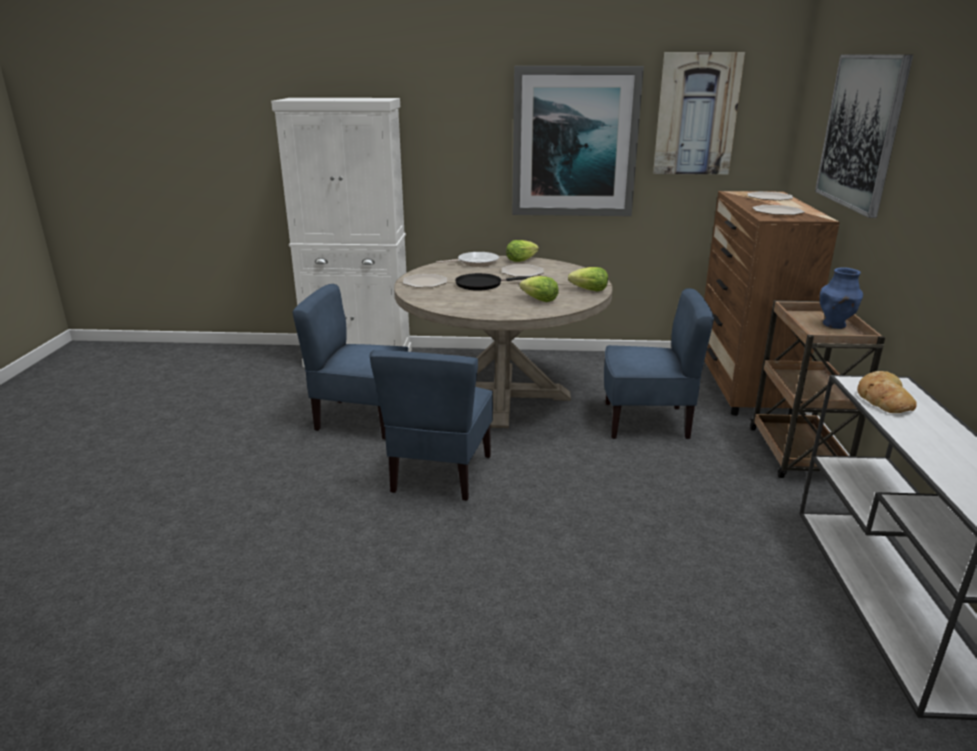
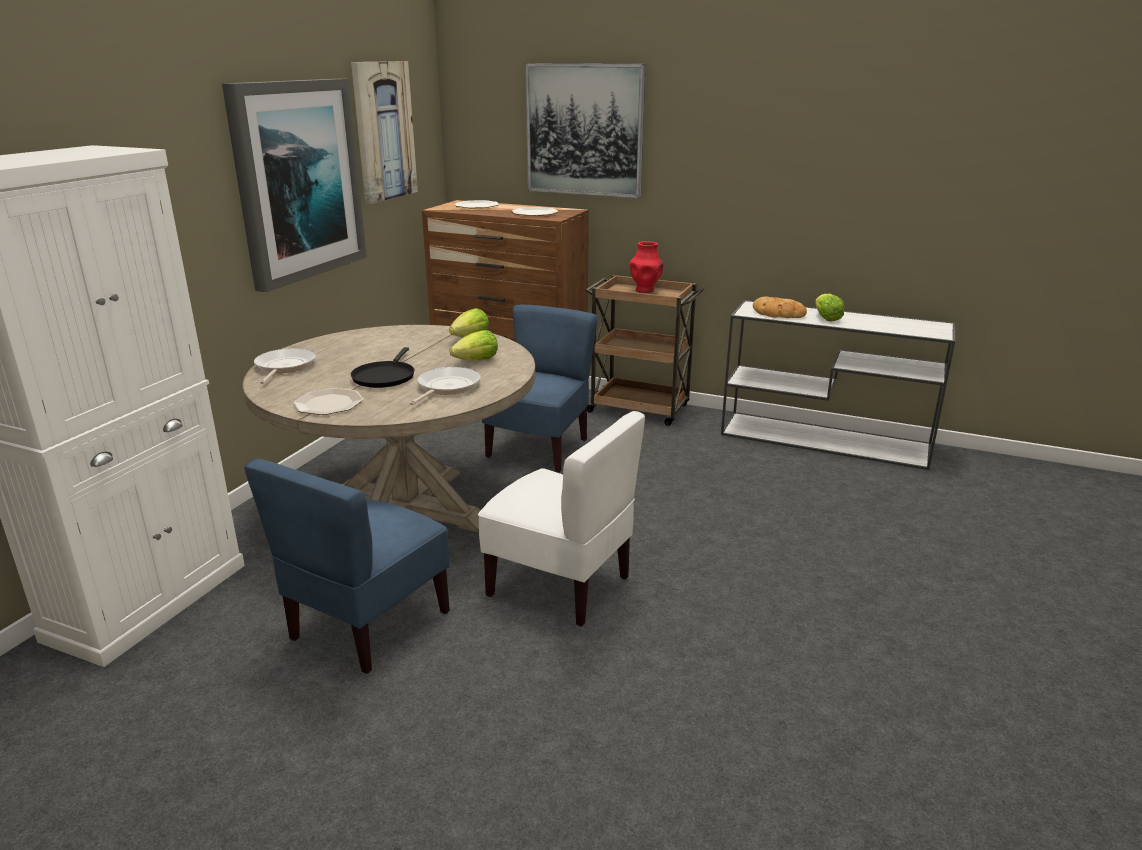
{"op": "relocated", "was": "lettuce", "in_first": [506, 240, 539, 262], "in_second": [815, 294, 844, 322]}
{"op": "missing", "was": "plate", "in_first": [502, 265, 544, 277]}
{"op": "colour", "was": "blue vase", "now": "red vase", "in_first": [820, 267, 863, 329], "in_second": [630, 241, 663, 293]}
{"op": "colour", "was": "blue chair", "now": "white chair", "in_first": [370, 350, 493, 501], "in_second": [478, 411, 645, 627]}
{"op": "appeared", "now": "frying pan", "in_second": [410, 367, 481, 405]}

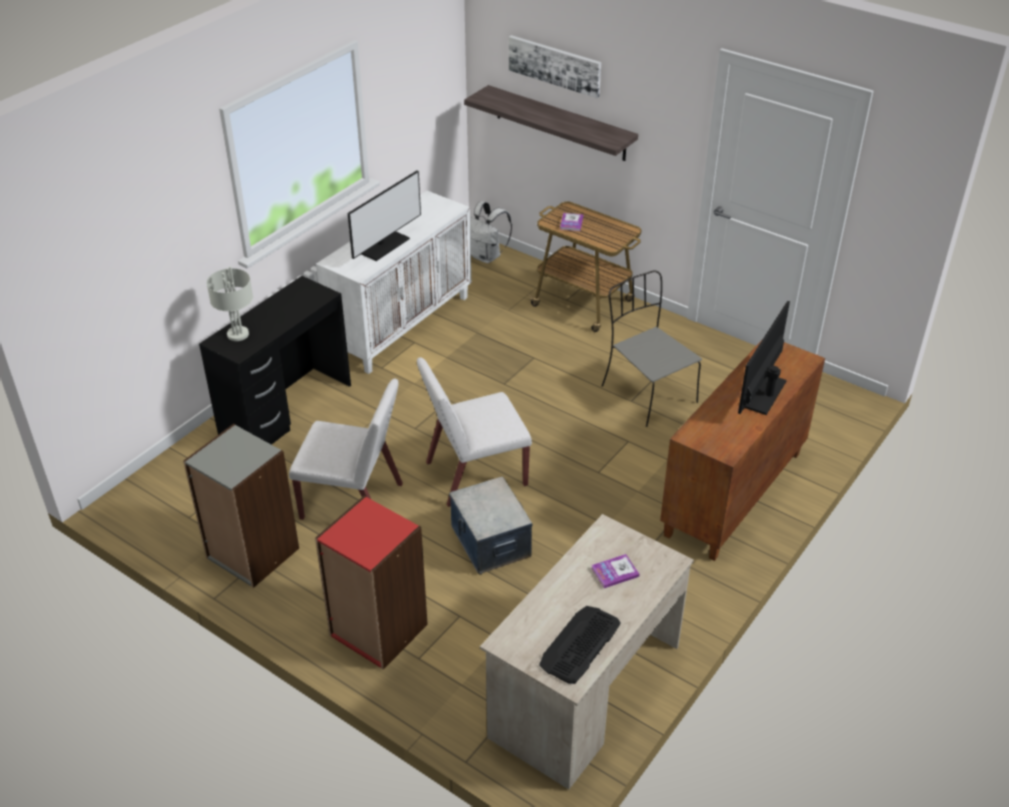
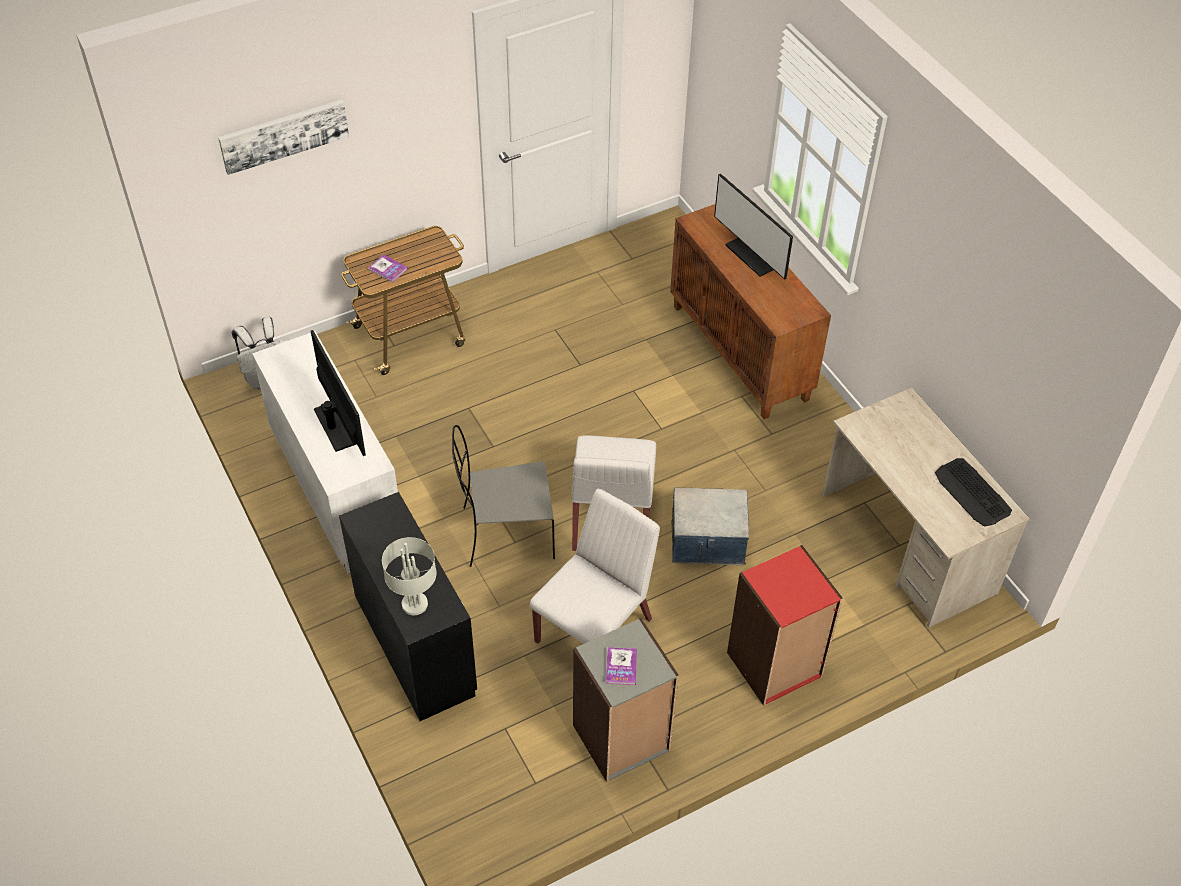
{"op": "missing", "was": "shelf", "in_first": [464, 85, 638, 161]}
{"op": "relocated", "was": "grey chair", "in_first": [602, 270, 702, 427], "in_second": [452, 425, 555, 567]}
{"op": "relocated", "was": "book", "in_first": [591, 554, 640, 588], "in_second": [606, 647, 637, 685]}

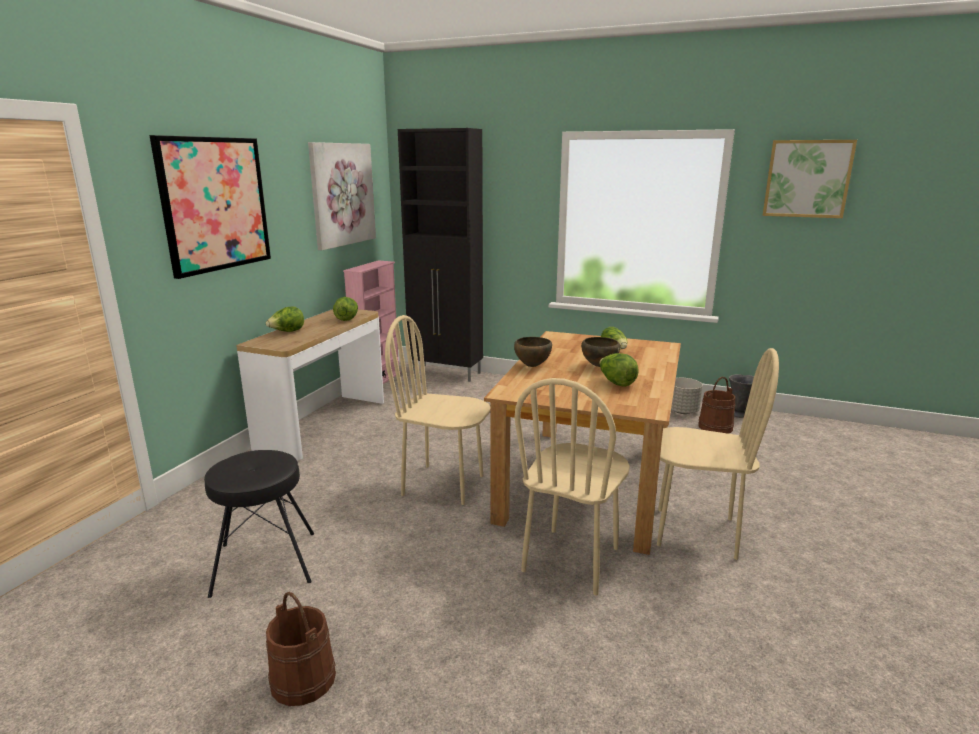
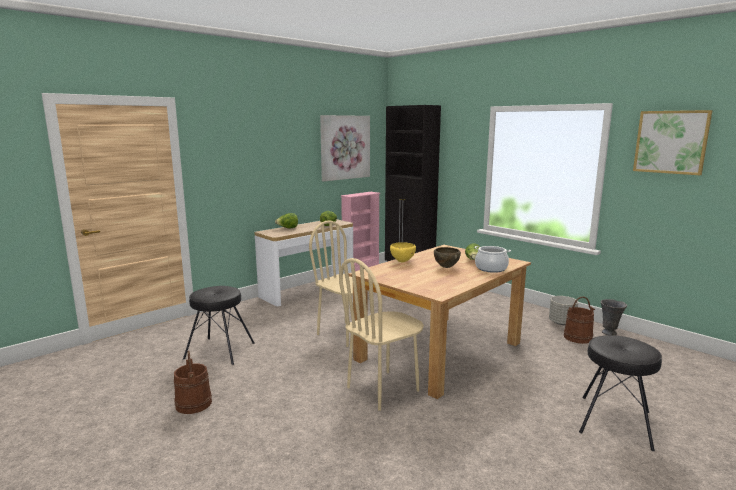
{"op": "missing", "was": "picture", "in_first": [149, 135, 271, 279]}
{"op": "colour", "was": "brown bowl", "now": "yellow bowl", "in_first": [514, 337, 552, 367], "in_second": [390, 242, 416, 262]}
{"op": "missing", "was": "beige chair", "in_first": [657, 348, 779, 560]}
{"op": "missing", "was": "lettuce", "in_first": [599, 353, 639, 387]}
{"op": "appeared", "now": "cooking pot", "in_second": [474, 246, 511, 273]}
{"op": "appeared", "now": "black stool", "in_second": [579, 335, 662, 451]}

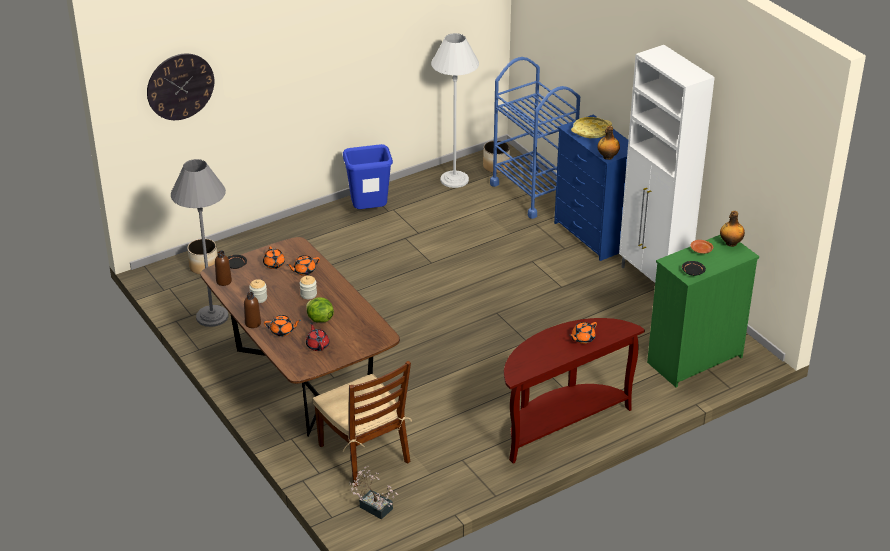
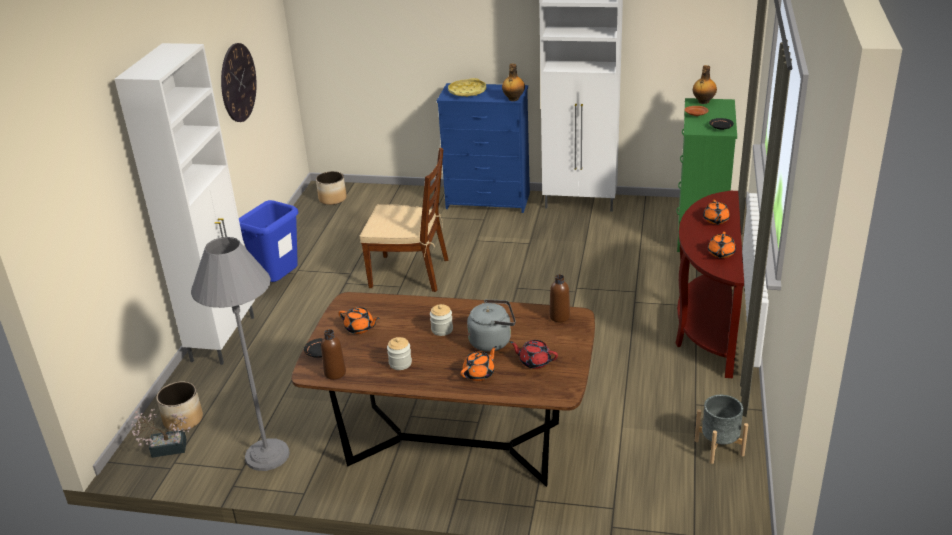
{"op": "missing", "was": "white floor lamp", "in_first": [431, 33, 479, 188]}
{"op": "relocated", "was": "wall clock", "in_first": [147, 54, 214, 120], "in_second": [221, 43, 257, 122]}
{"op": "missing", "was": "blue cart", "in_first": [490, 57, 580, 219]}
{"op": "relocated", "was": "orange teapot", "in_first": [287, 255, 320, 276], "in_second": [708, 232, 736, 258]}
{"op": "relocated", "was": "brown bottle", "in_first": [244, 292, 261, 328], "in_second": [549, 275, 570, 322]}
{"op": "exchanged", "was": "lettuce", "now": "grey kettle", "in_first": [306, 297, 334, 322], "in_second": [467, 299, 516, 352]}
{"op": "relocated", "was": "brown chair", "in_first": [313, 361, 412, 487], "in_second": [360, 148, 449, 292]}
{"op": "relocated", "was": "potted plant", "in_first": [349, 466, 399, 520], "in_second": [131, 408, 191, 458]}
{"op": "appeared", "now": "white cabinet", "in_second": [114, 43, 255, 365]}
{"op": "appeared", "now": "grey planter", "in_second": [695, 395, 748, 464]}

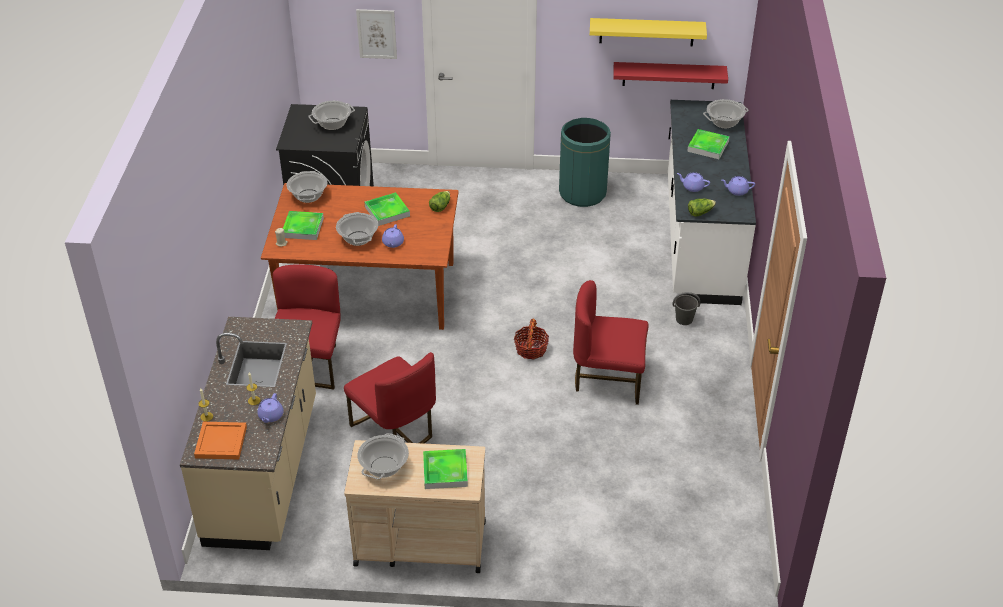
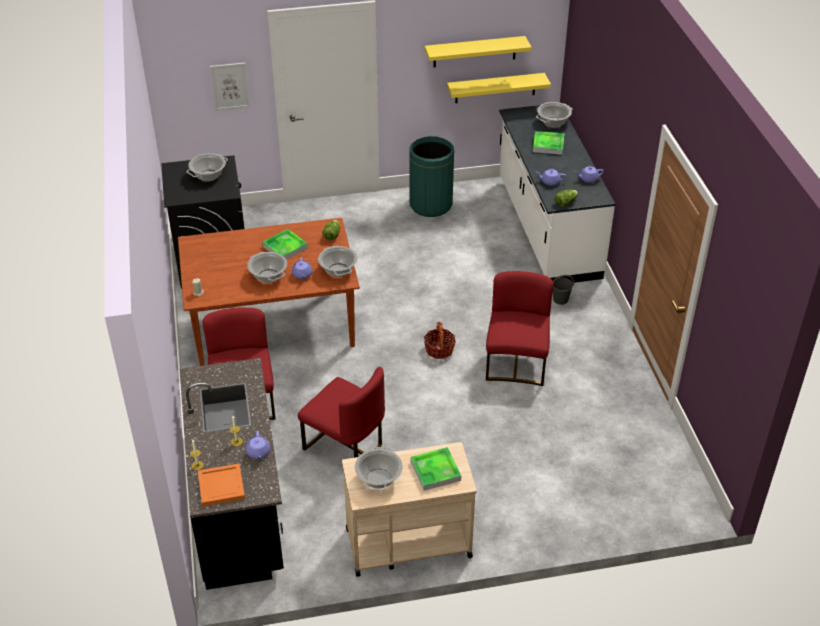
{"op": "colour", "was": "red shelf", "now": "yellow shelf", "in_first": [614, 62, 728, 89], "in_second": [447, 73, 551, 103]}
{"op": "relocated", "was": "cooking pot", "in_first": [286, 171, 328, 203], "in_second": [318, 245, 358, 277]}
{"op": "missing", "was": "tray", "in_first": [283, 211, 324, 240]}
{"op": "spun", "was": "red chair", "in_first": [573, 280, 648, 405], "in_second": [486, 271, 554, 386], "clockwise": 105}
{"op": "colour", "was": "beige counter", "now": "black counter", "in_first": [180, 317, 316, 550], "in_second": [180, 358, 284, 590]}

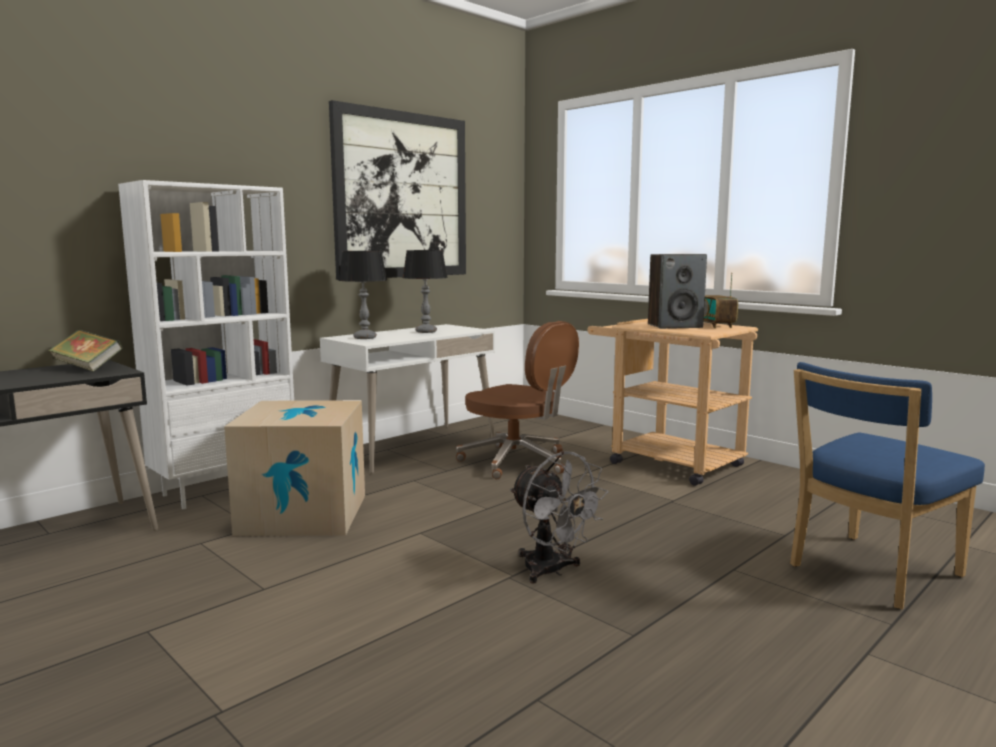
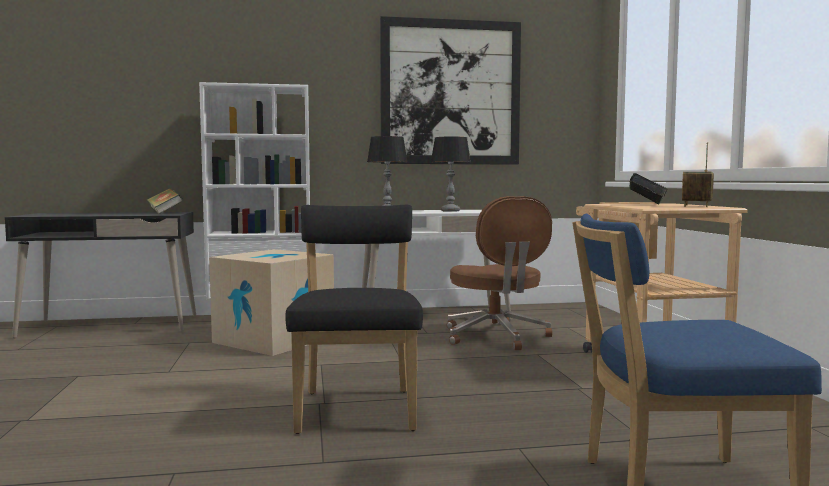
{"op": "exchanged", "was": "speaker", "now": "book", "in_first": [648, 254, 707, 329], "in_second": [629, 173, 667, 205]}
{"op": "exchanged", "was": "grey fan", "now": "black chair", "in_first": [510, 451, 608, 584], "in_second": [286, 205, 423, 434]}

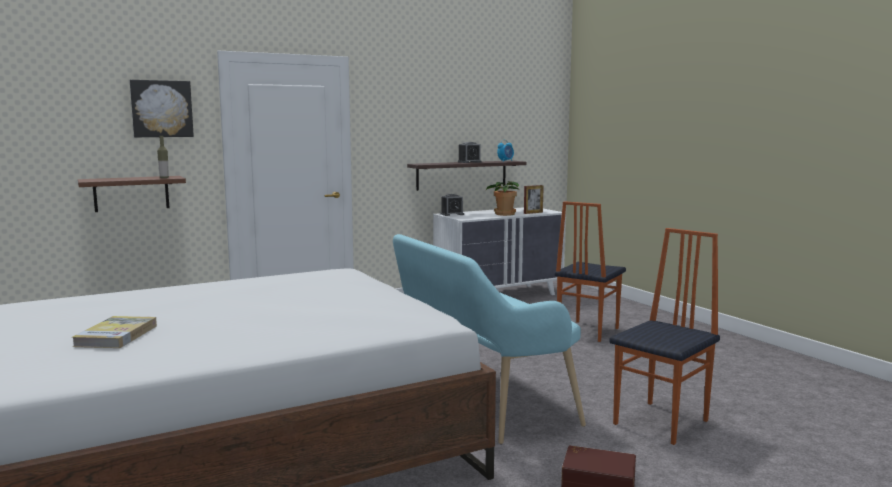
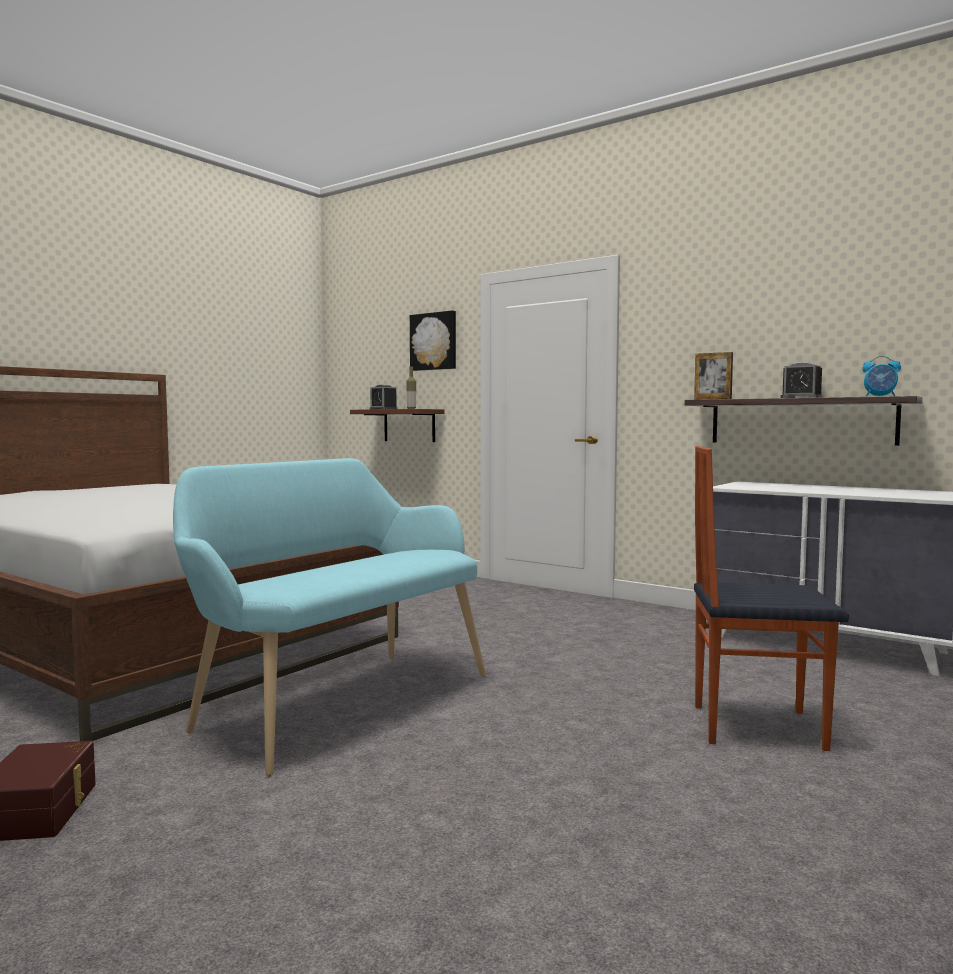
{"op": "missing", "was": "potted plant", "in_first": [486, 181, 519, 216]}
{"op": "relocated", "was": "picture frame", "in_first": [524, 185, 544, 214], "in_second": [694, 352, 733, 399]}
{"op": "relocated", "was": "alarm clock", "in_first": [441, 194, 464, 216], "in_second": [370, 385, 398, 409]}
{"op": "missing", "was": "chair", "in_first": [609, 228, 720, 445]}
{"op": "missing", "was": "book", "in_first": [72, 316, 157, 348]}

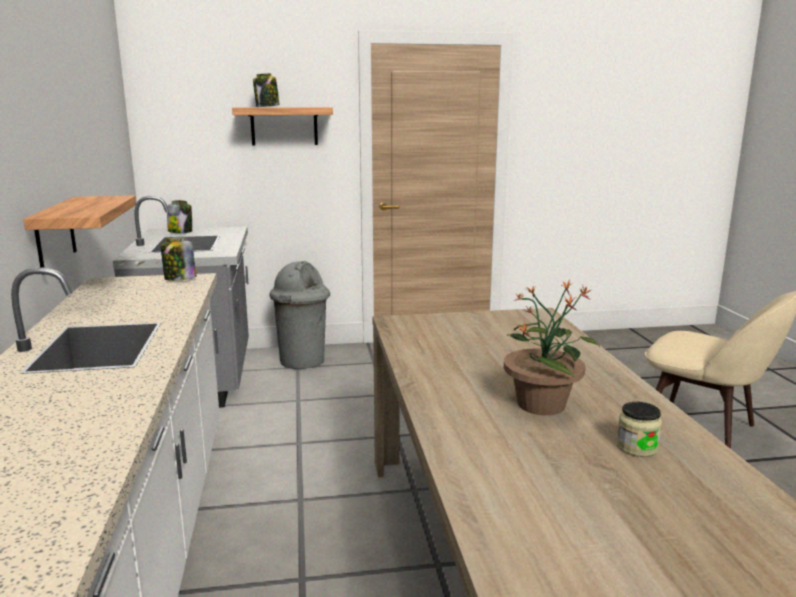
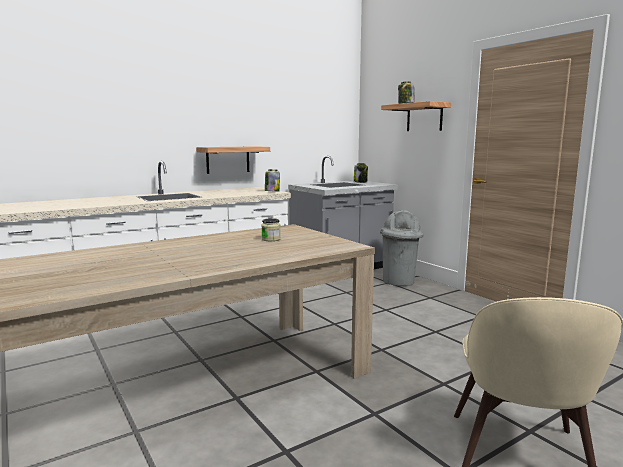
{"op": "missing", "was": "potted plant", "in_first": [504, 279, 600, 415]}
{"op": "relocated", "was": "jar", "in_first": [617, 402, 662, 457], "in_second": [261, 218, 281, 241]}

